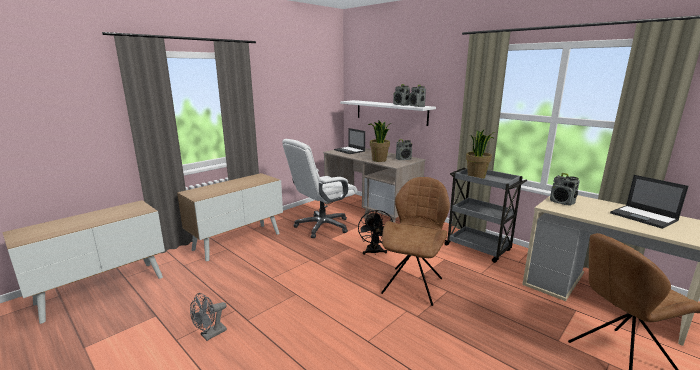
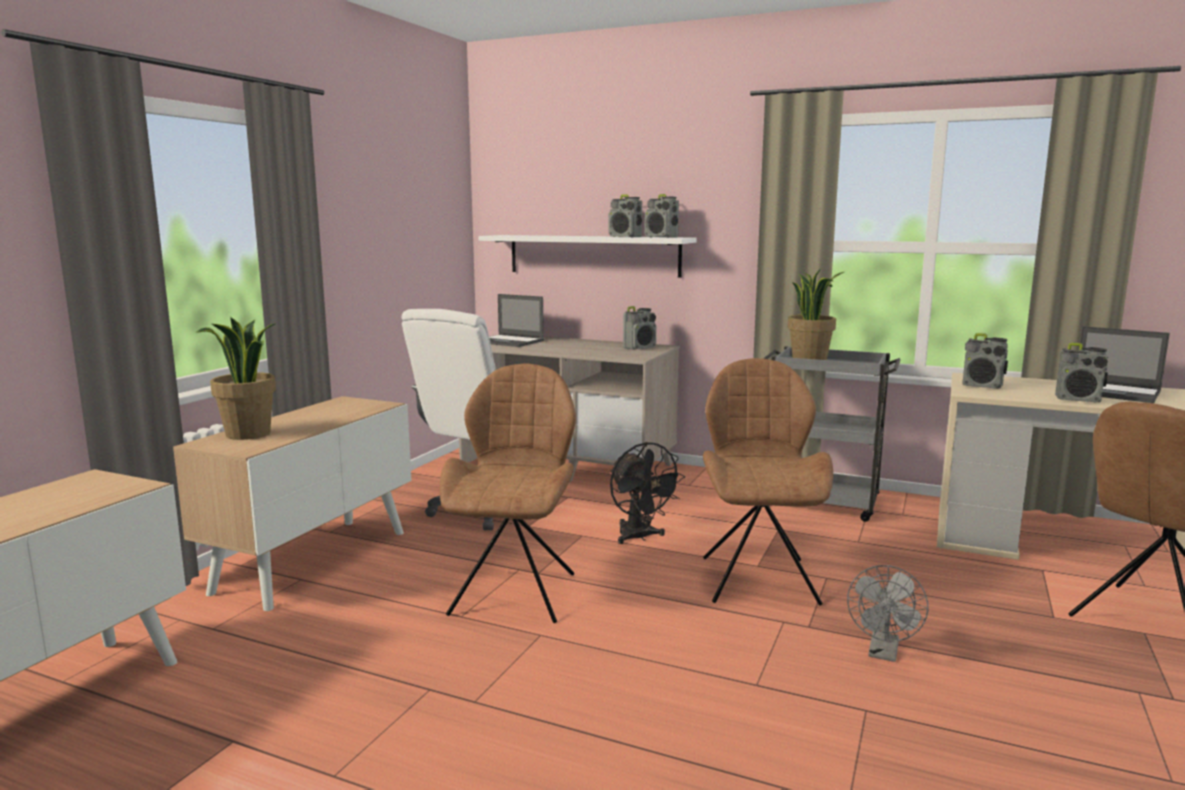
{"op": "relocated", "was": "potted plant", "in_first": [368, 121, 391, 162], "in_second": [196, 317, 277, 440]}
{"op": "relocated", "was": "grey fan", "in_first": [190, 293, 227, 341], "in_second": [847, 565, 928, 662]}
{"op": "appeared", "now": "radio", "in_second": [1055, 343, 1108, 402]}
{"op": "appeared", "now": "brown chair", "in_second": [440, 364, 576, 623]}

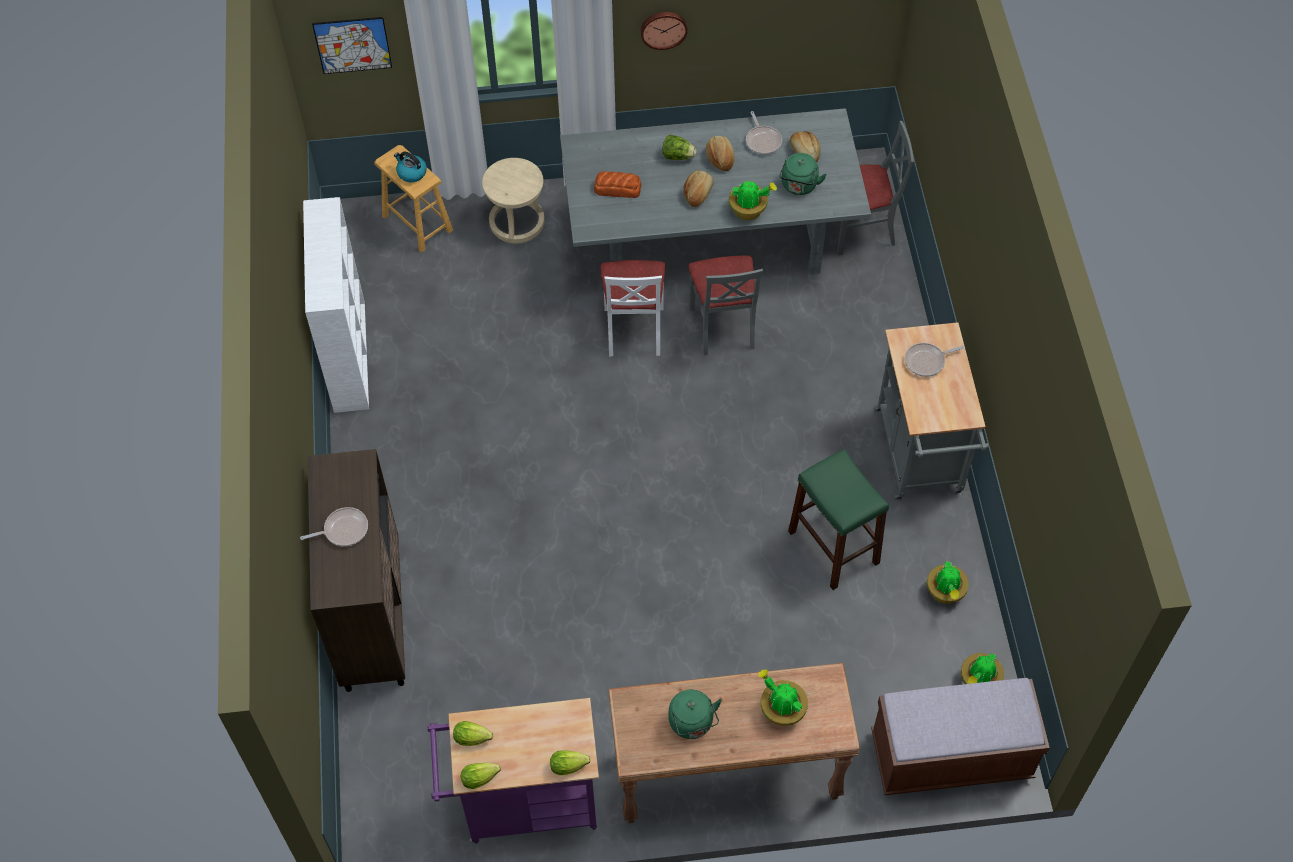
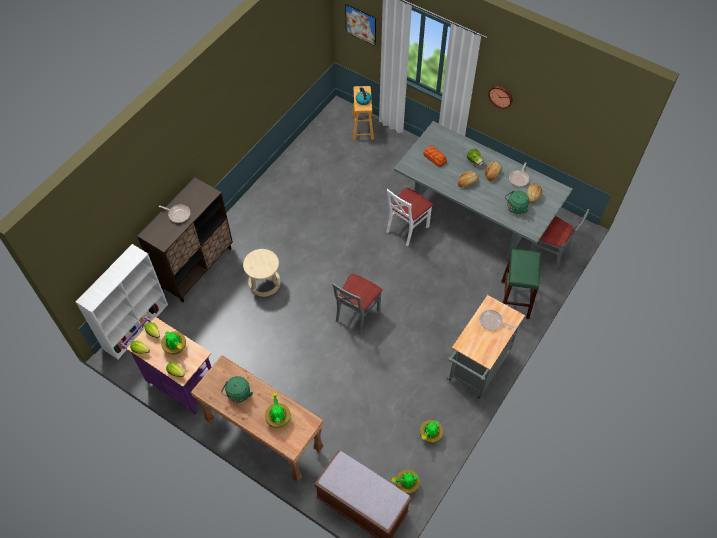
{"op": "relocated", "was": "beige stool", "in_first": [482, 158, 545, 243], "in_second": [243, 249, 281, 297]}
{"op": "relocated", "was": "potted plant", "in_first": [729, 180, 777, 220], "in_second": [161, 331, 186, 355]}
{"op": "relocated", "was": "white bookcase", "in_first": [303, 197, 369, 413], "in_second": [76, 244, 168, 359]}
{"op": "relocated", "was": "grey chair", "in_first": [688, 256, 763, 356], "in_second": [332, 274, 382, 335]}
{"op": "relocated", "was": "green stool", "in_first": [788, 449, 889, 590], "in_second": [502, 249, 541, 319]}

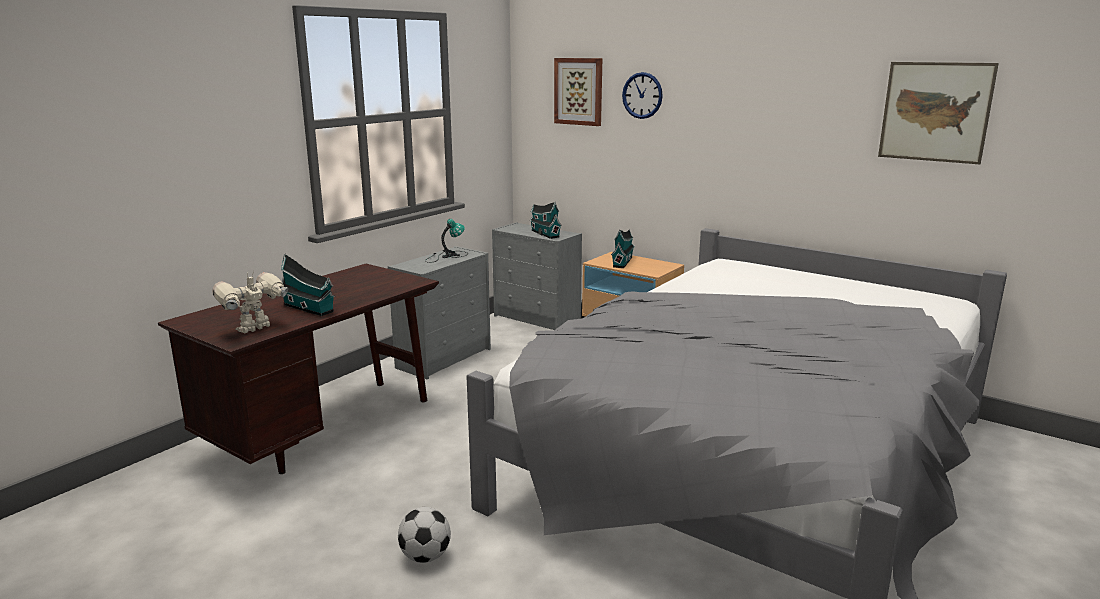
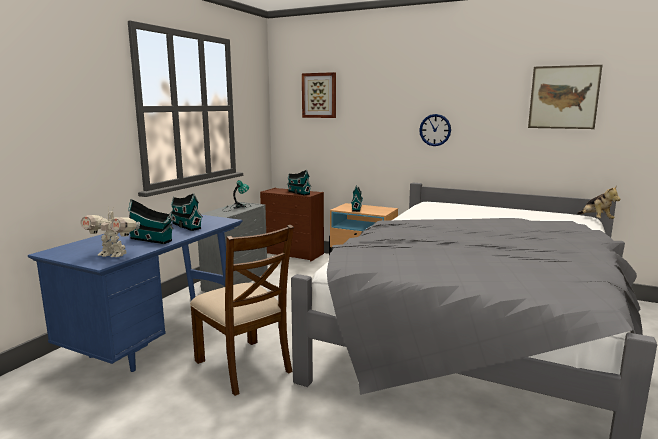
{"op": "relocated", "was": "wall clock", "in_first": [622, 72, 663, 119], "in_second": [419, 114, 451, 146]}
{"op": "colour", "was": "grey dresser", "now": "brown dresser", "in_first": [492, 222, 582, 330], "in_second": [260, 188, 324, 261]}
{"op": "colour", "was": "brown desk", "now": "blue desk", "in_first": [158, 264, 439, 474], "in_second": [28, 215, 243, 372]}
{"op": "spun", "was": "toy robot", "in_first": [212, 271, 288, 333], "in_second": [80, 210, 140, 257], "clockwise": -105}
{"op": "missing", "was": "football", "in_first": [398, 507, 451, 563]}
{"op": "appeared", "now": "plush toy", "in_second": [577, 185, 620, 219]}
{"op": "appeared", "now": "toy house", "in_second": [170, 193, 203, 231]}
{"op": "appeared", "now": "brown chair", "in_second": [190, 225, 294, 396]}

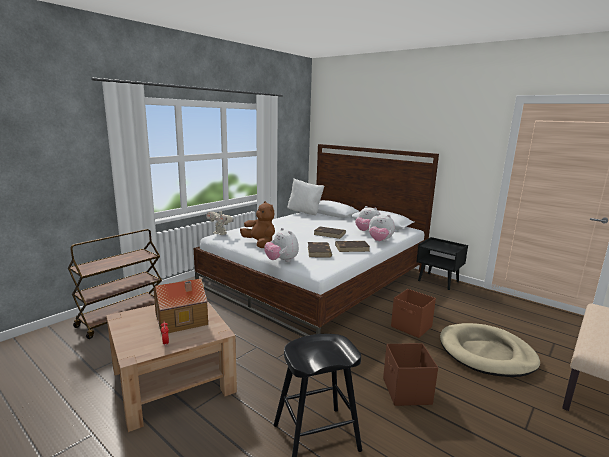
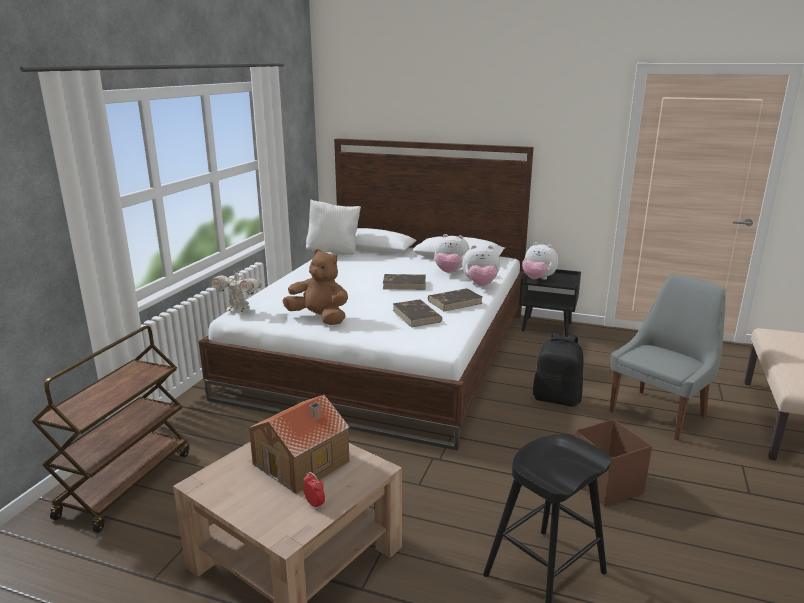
{"op": "relocated", "was": "plush toy", "in_first": [264, 228, 299, 262], "in_second": [522, 242, 559, 280]}
{"op": "exchanged", "was": "brown storage box", "now": "black backpack", "in_first": [391, 289, 436, 338], "in_second": [533, 333, 584, 407]}
{"op": "exchanged", "was": "beige dog bed", "now": "grey chair", "in_first": [440, 323, 540, 377], "in_second": [610, 274, 726, 441]}

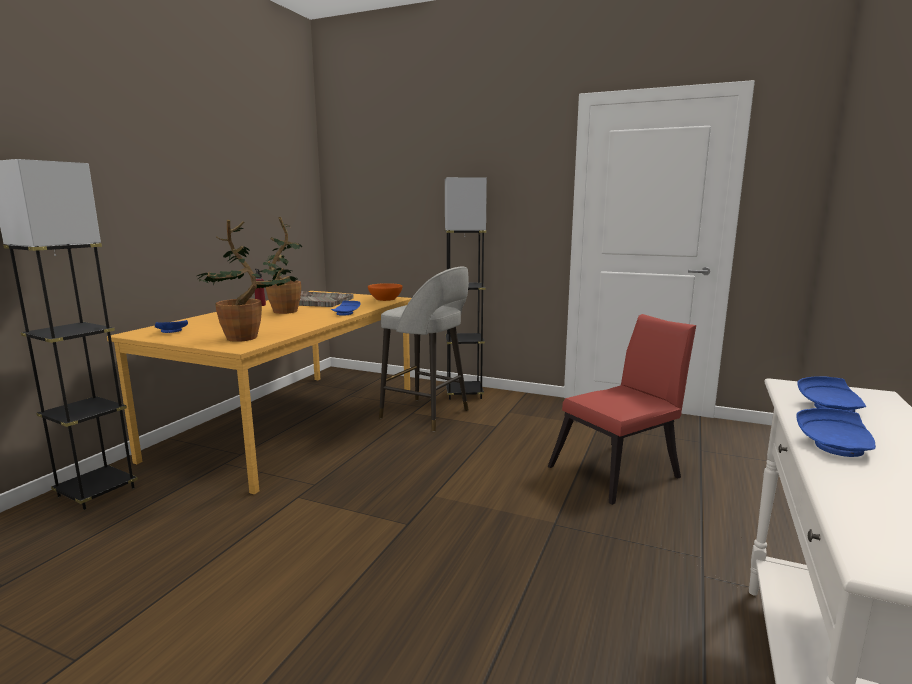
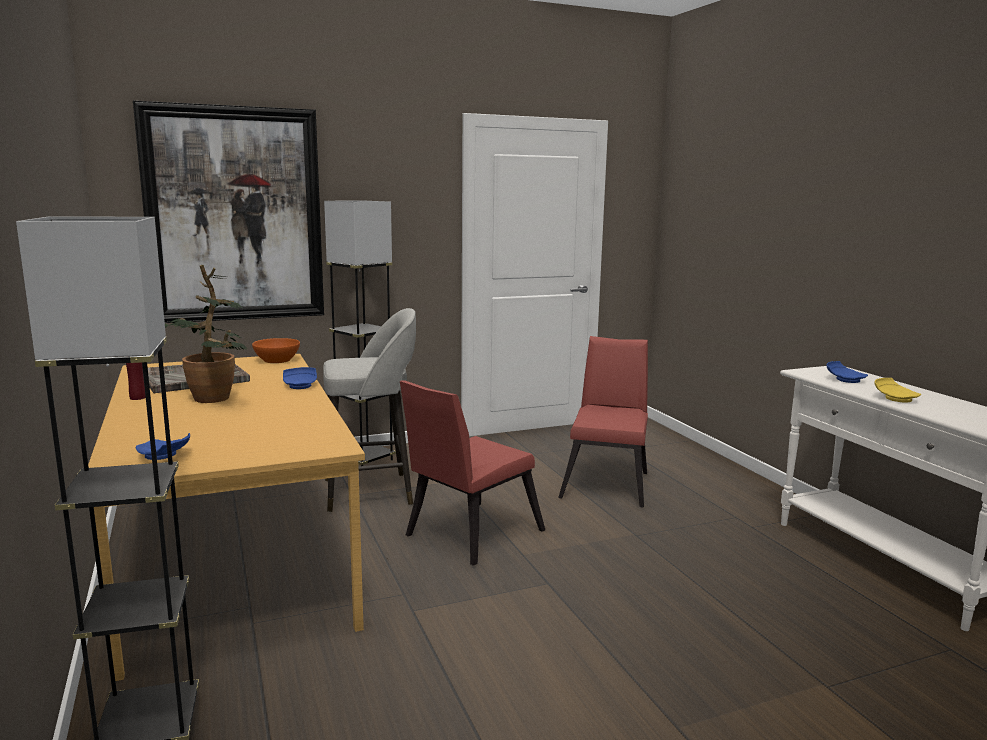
{"op": "missing", "was": "potted plant", "in_first": [197, 220, 298, 342]}
{"op": "colour", "was": "blue plate", "now": "yellow plate", "in_first": [796, 408, 876, 457], "in_second": [874, 378, 921, 403]}
{"op": "appeared", "now": "picture", "in_second": [133, 101, 324, 323]}
{"op": "appeared", "now": "red chair", "in_second": [400, 380, 545, 566]}

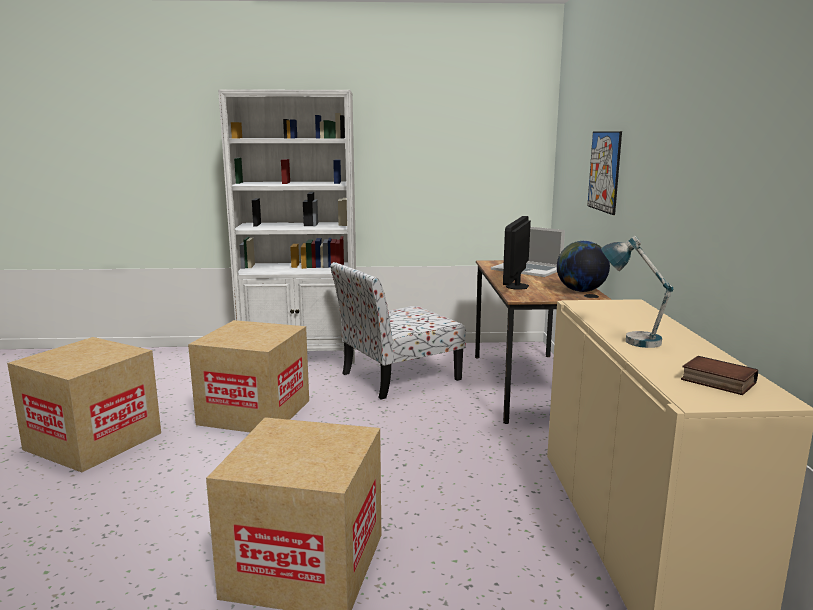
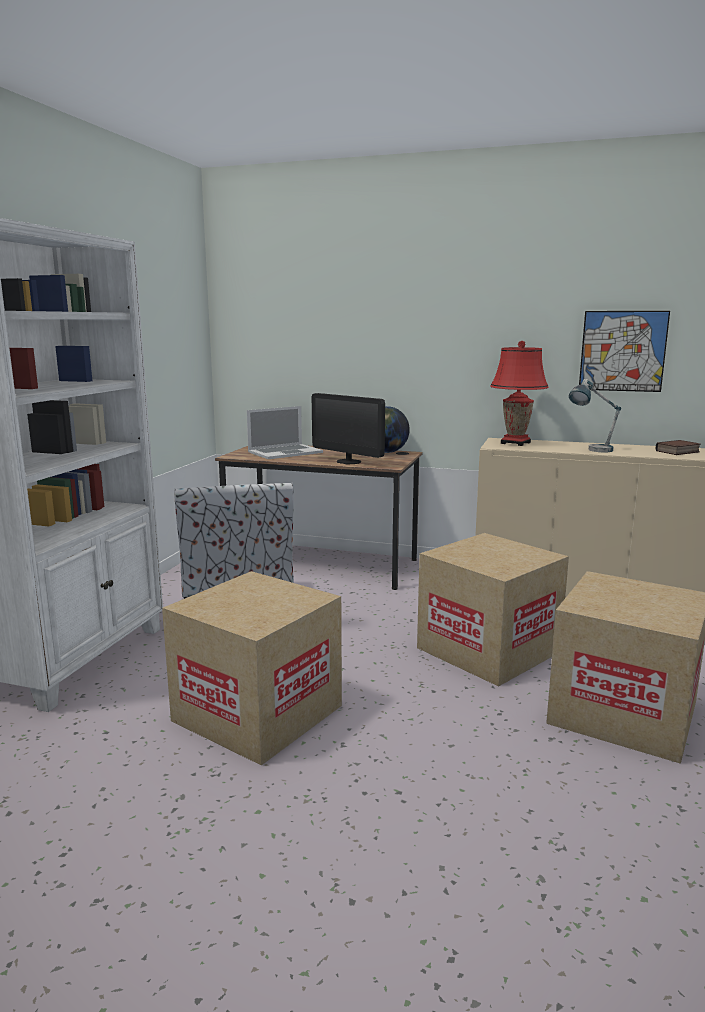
{"op": "relocated", "was": "picture", "in_first": [587, 131, 622, 215], "in_second": [579, 311, 670, 392]}
{"op": "relocated", "was": "cardboard box", "in_first": [7, 337, 161, 473], "in_second": [417, 533, 569, 687]}
{"op": "appeared", "now": "red table lamp", "in_second": [490, 341, 549, 446]}

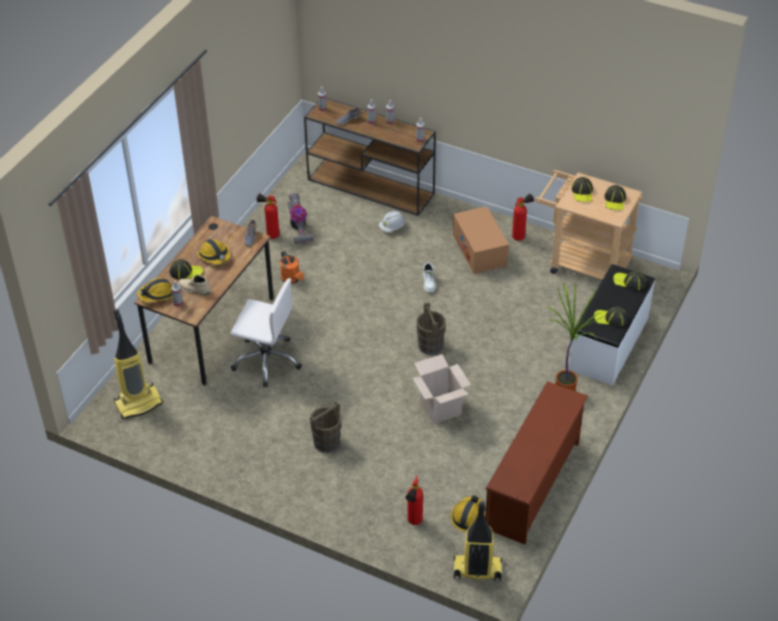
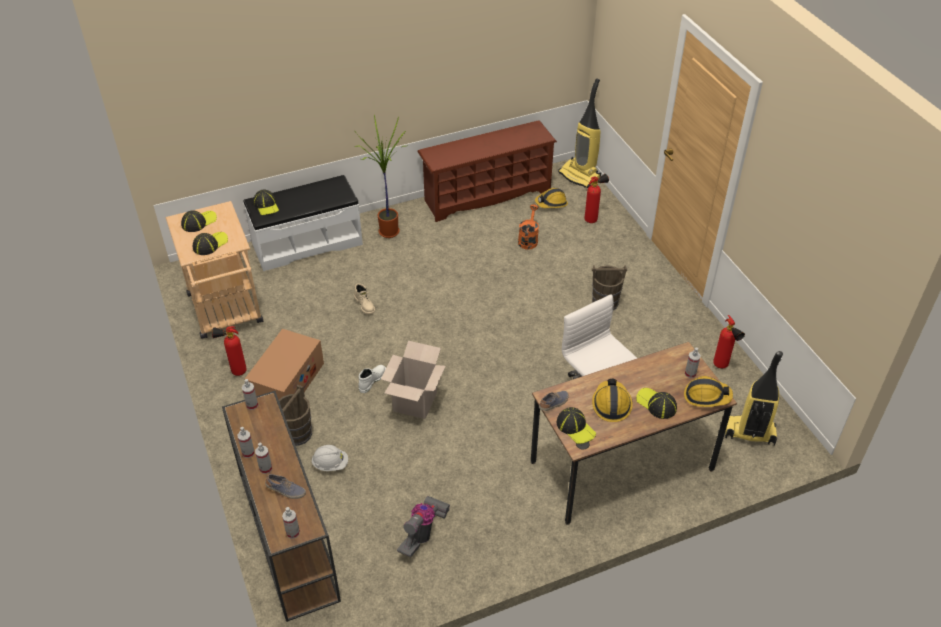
{"op": "relocated", "was": "fire extinguisher", "in_first": [256, 193, 279, 239], "in_second": [713, 315, 745, 369]}
{"op": "relocated", "was": "orange watering can", "in_first": [280, 251, 304, 284], "in_second": [518, 205, 539, 250]}
{"op": "relocated", "was": "beige boot", "in_first": [178, 275, 211, 295], "in_second": [354, 283, 375, 314]}
{"op": "relocated", "was": "brown bucket", "in_first": [416, 302, 446, 355], "in_second": [279, 385, 312, 446]}
{"op": "relocated", "was": "cap", "in_first": [594, 307, 628, 327], "in_second": [557, 407, 596, 444]}
{"op": "relocated", "was": "cardboard box", "in_first": [412, 354, 471, 424], "in_second": [381, 341, 446, 419]}

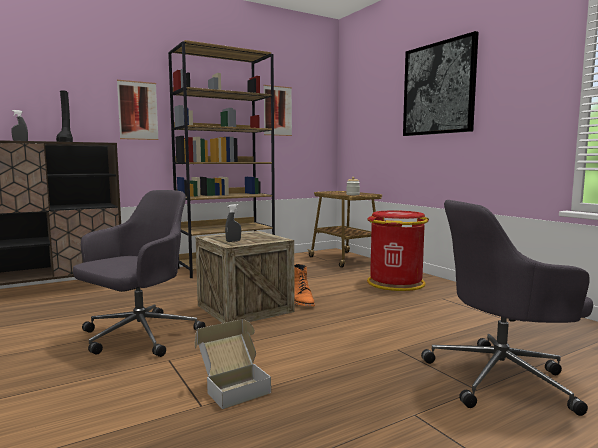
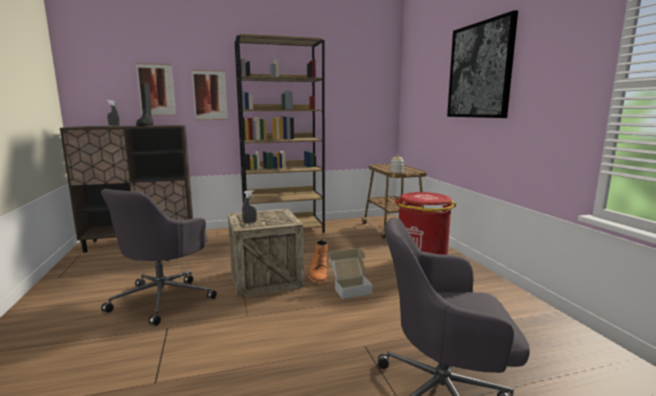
{"op": "relocated", "was": "picture", "in_first": [263, 85, 292, 136], "in_second": [136, 63, 176, 116]}
{"op": "spun", "was": "grey office chair", "in_first": [73, 190, 205, 357], "in_second": [101, 189, 217, 326], "clockwise": 150}
{"op": "relocated", "was": "cardboard box", "in_first": [195, 319, 271, 409], "in_second": [329, 248, 373, 299]}

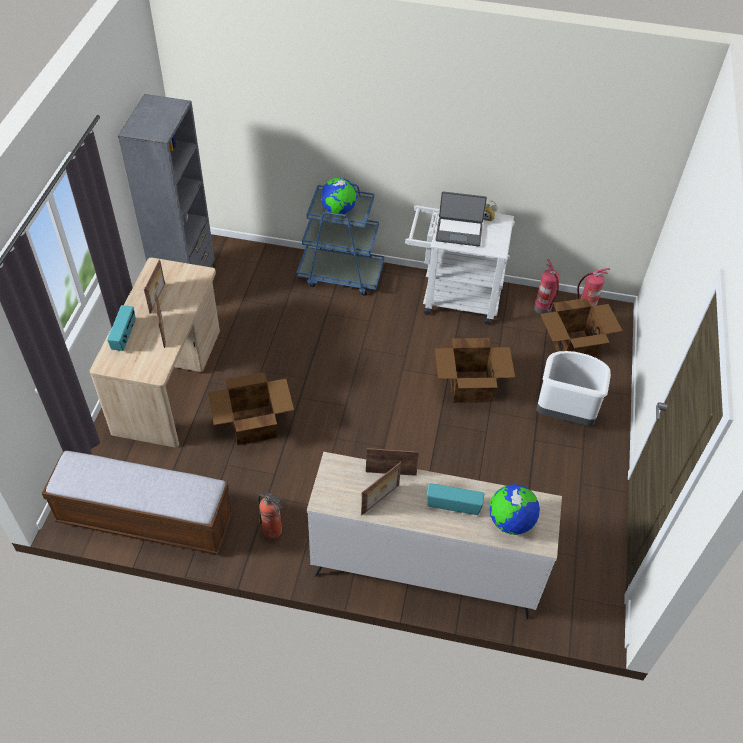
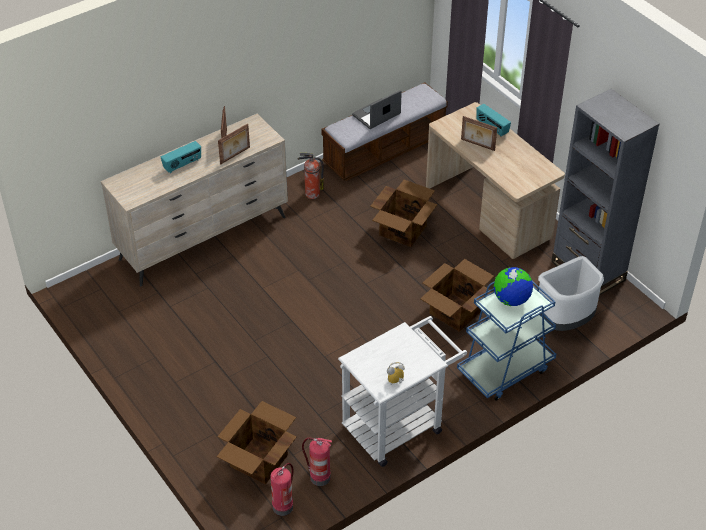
{"op": "relocated", "was": "laptop", "in_first": [436, 191, 487, 246], "in_second": [352, 90, 402, 129]}
{"op": "missing", "was": "picture frame", "in_first": [144, 259, 165, 314]}
{"op": "relocated", "was": "cardboard box", "in_first": [435, 338, 515, 403], "in_second": [420, 259, 494, 332]}
{"op": "relocated", "was": "white trash can", "in_first": [536, 351, 611, 426], "in_second": [538, 256, 604, 331]}
{"op": "missing", "was": "globe", "in_first": [490, 484, 540, 535]}

